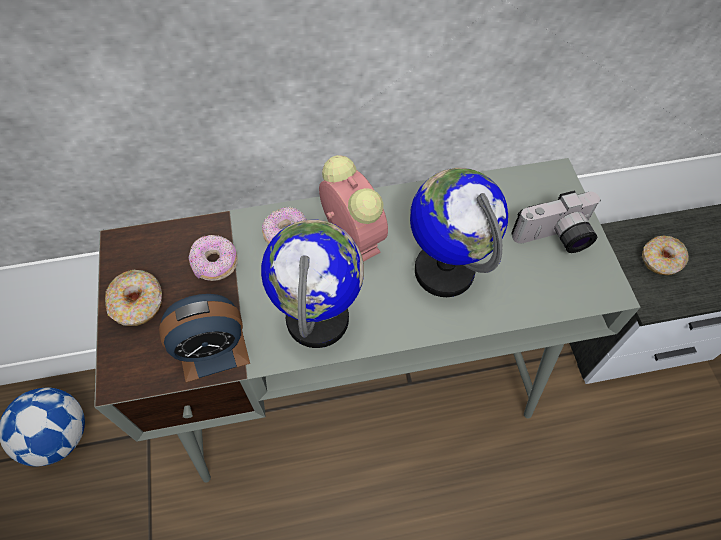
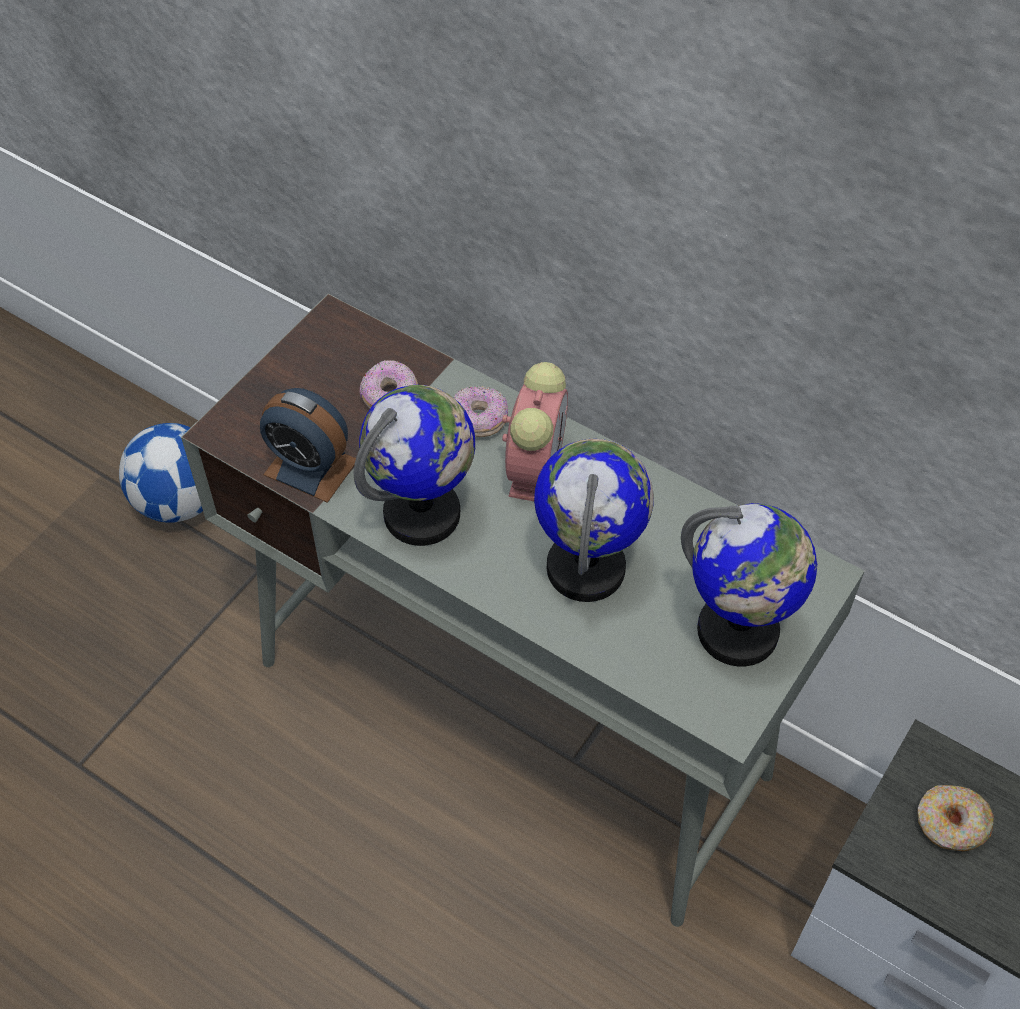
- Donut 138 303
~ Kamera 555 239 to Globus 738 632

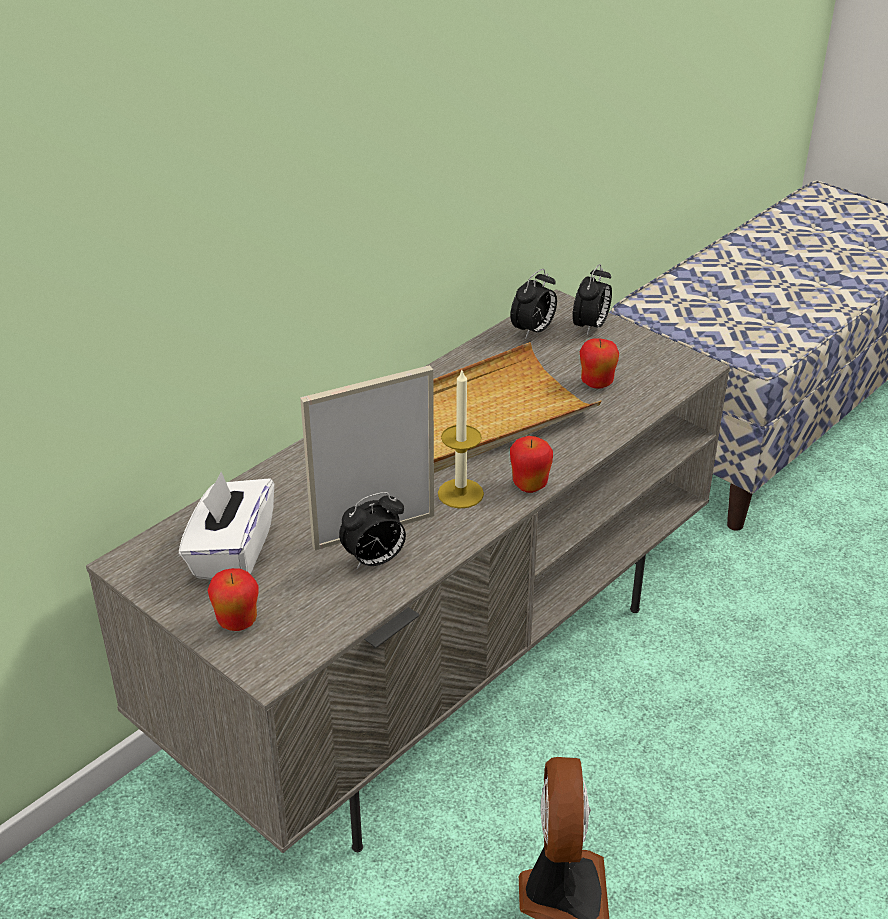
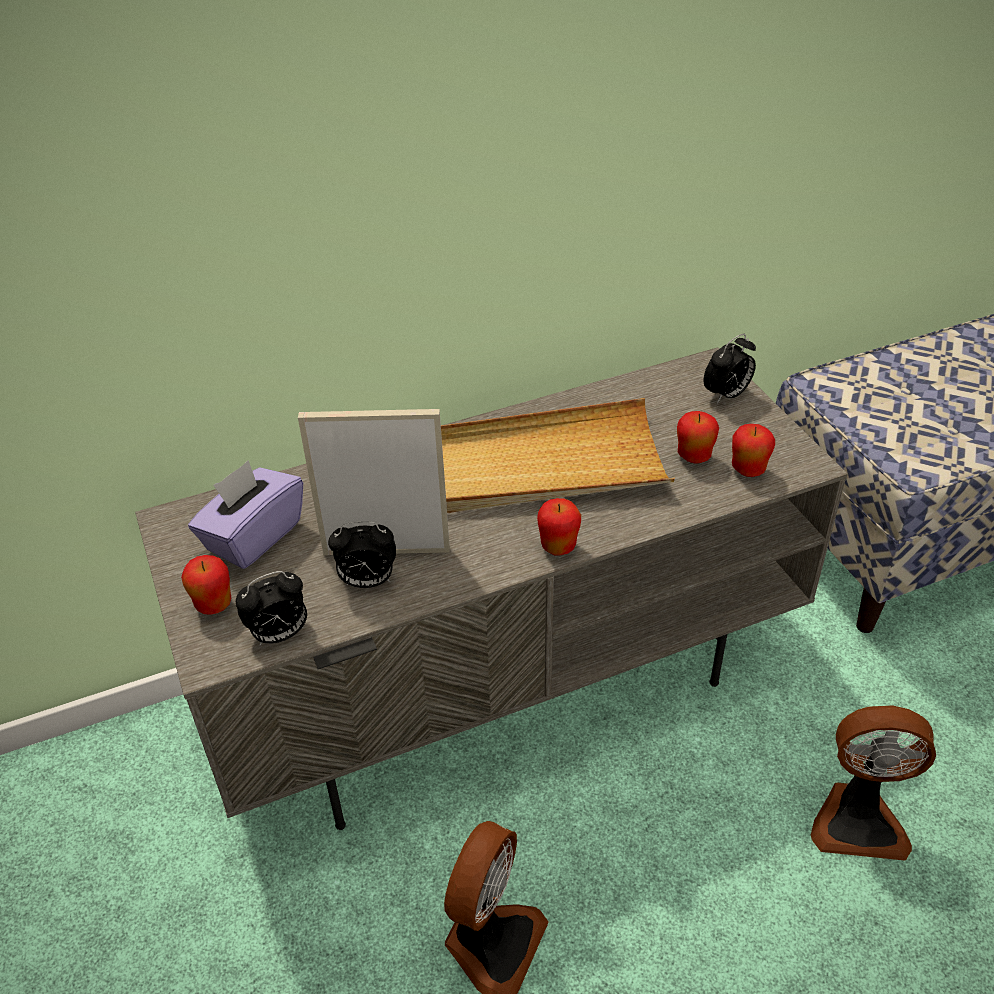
- Kerze 460 493
+ Apfel 748 470
+ Ventilator 858 820
~ Wecker 533 331 to 279 635
~ Taschentuchbox (weiß) 231 553 to Taschentuchbox (lila) 253 536

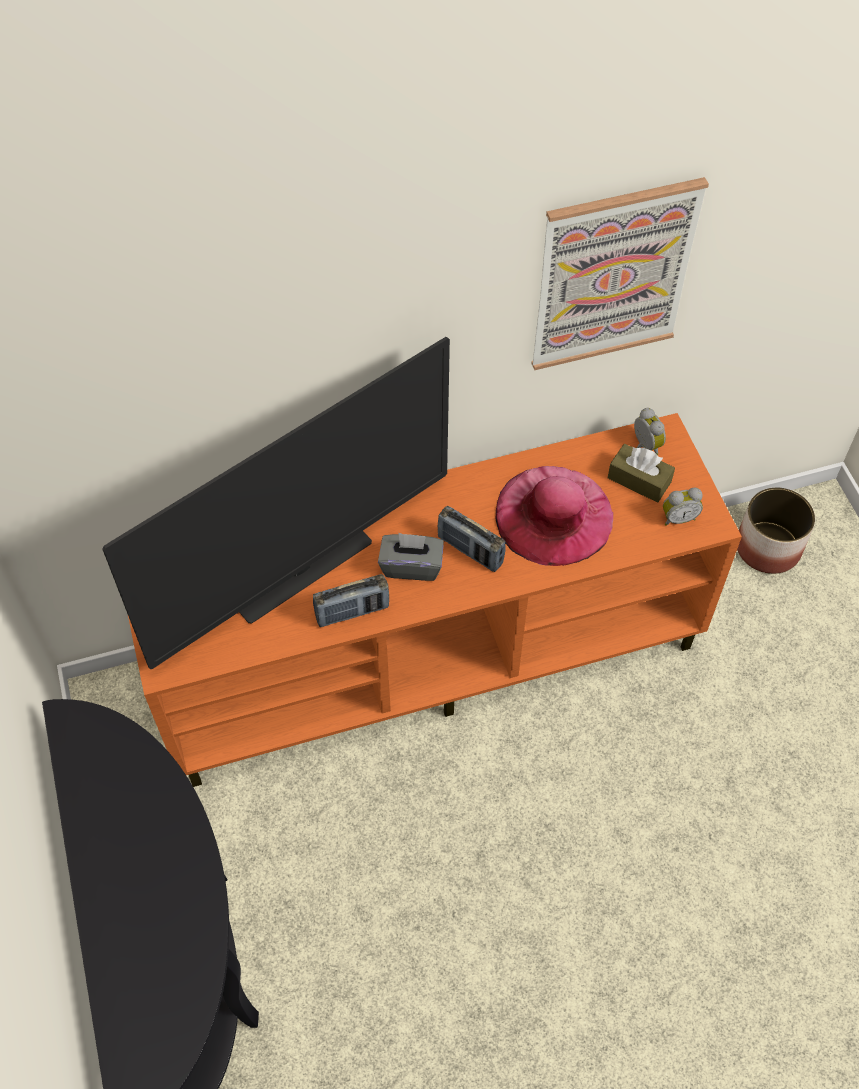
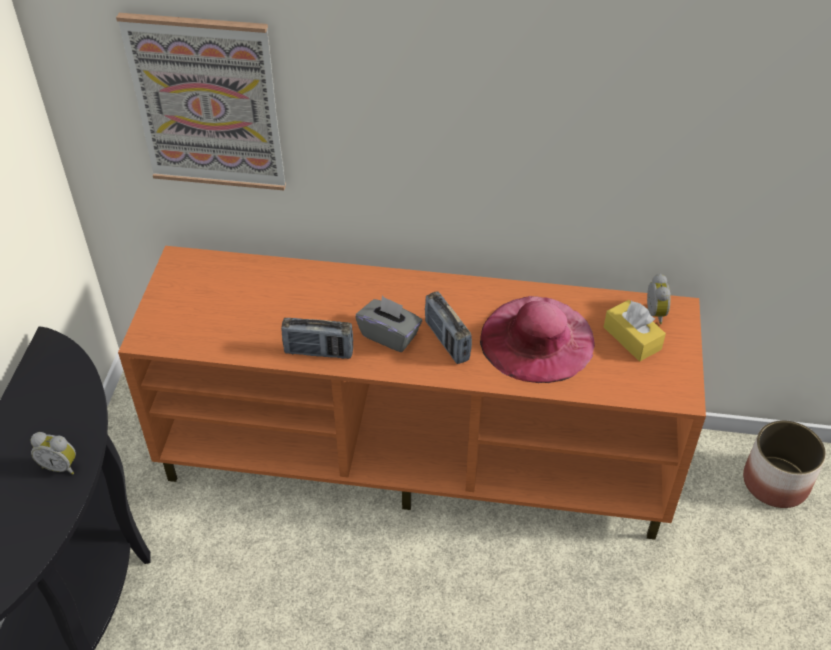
- Fernseher 303 573
~ Bild 613 275 to 207 104
~ Wecker 678 517 to 60 466
~ Taschentuchbox (braun) 639 480 to Taschentuchbox (gelb) 632 338

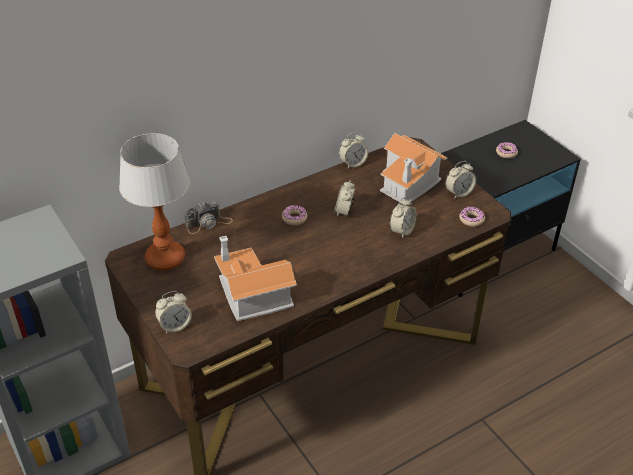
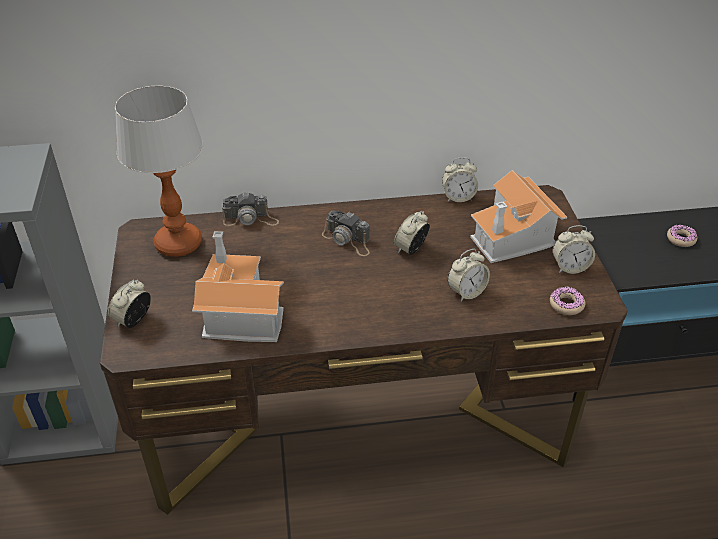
~ Donut 294 218 to Kamera 348 240
~ Wecker 175 325 = 133 320 120 degrees clockwise

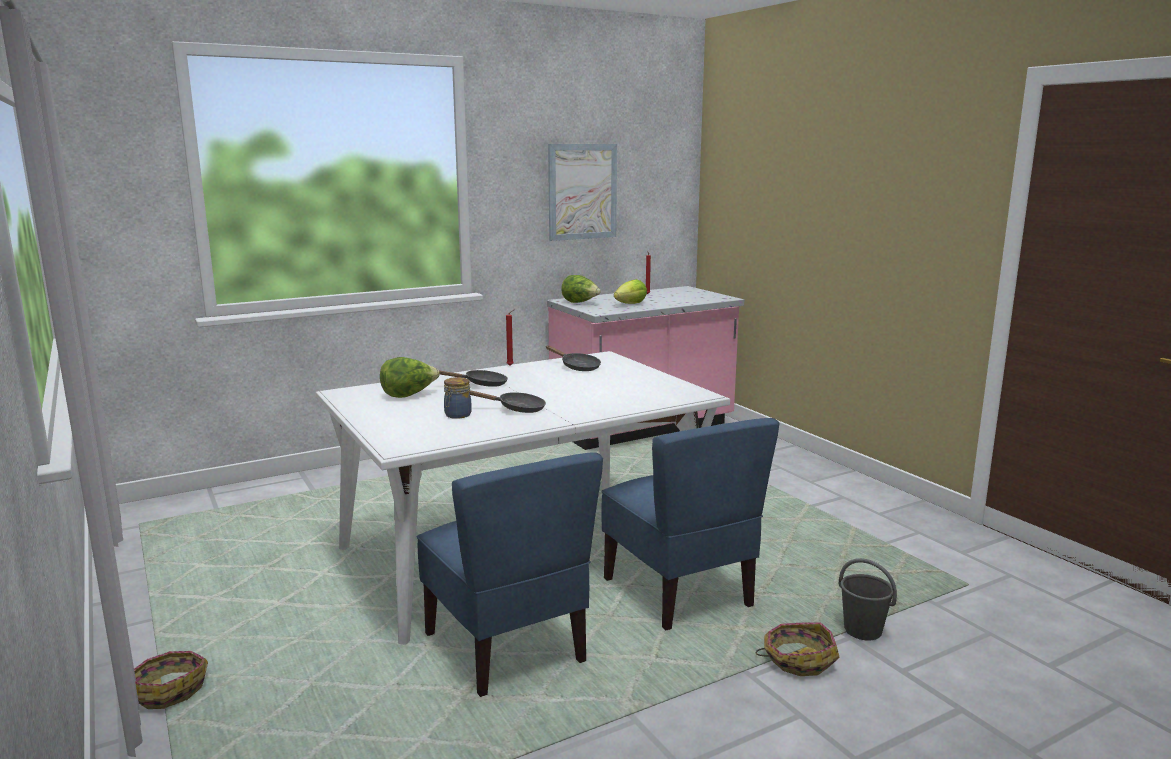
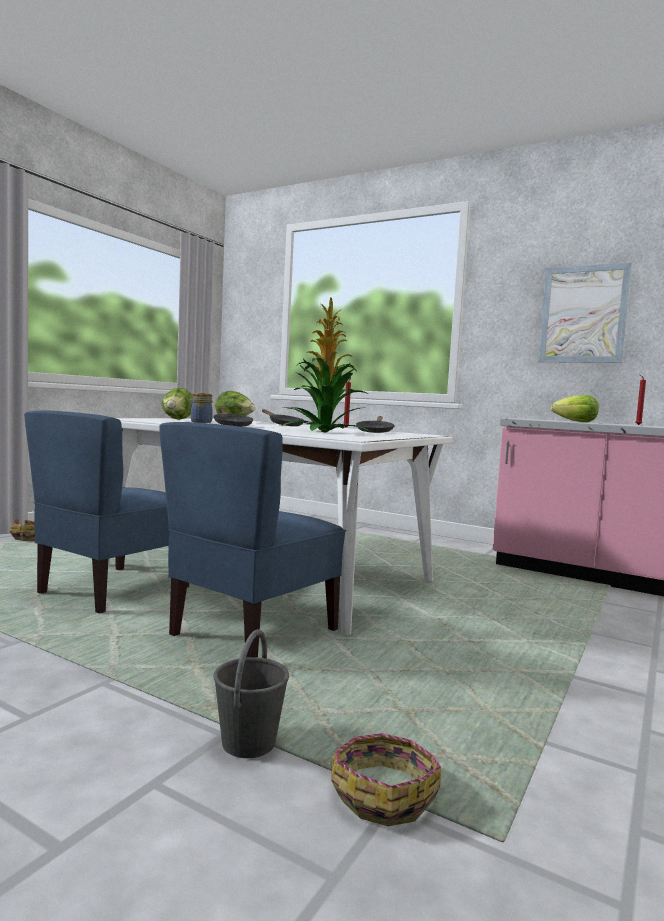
+ Topfpflanze 322 432
~ Salatkopf 580 303 to 177 419
~ Korb 798 659 to 383 793

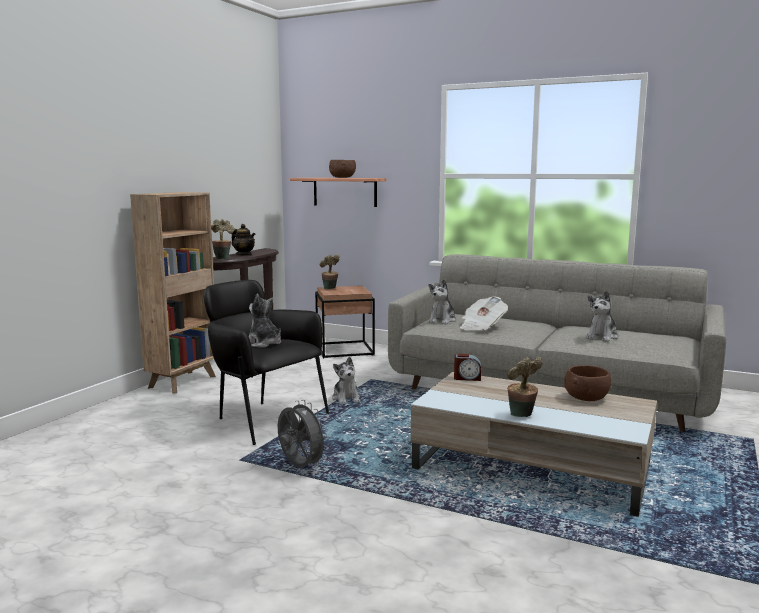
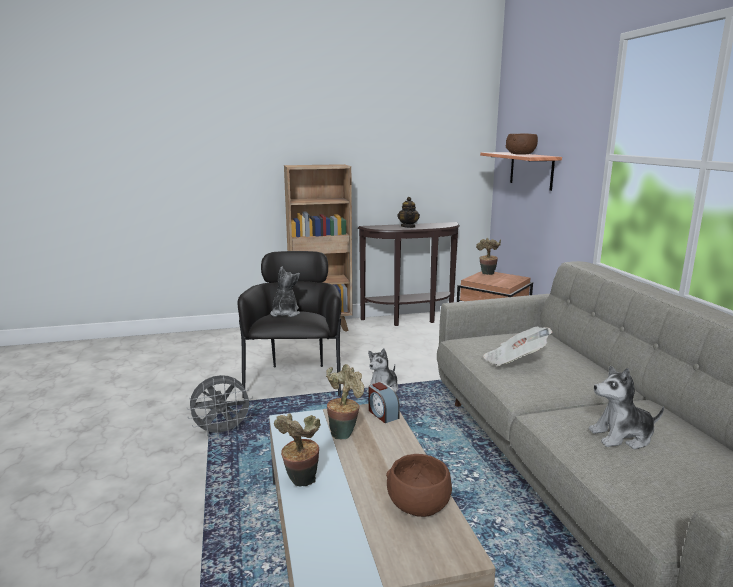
- Plüschtier 442 320
~ Topfpflanze 222 258 to 344 432
~ Ventilator (grau) 300 467 = 222 431 60 degrees clockwise

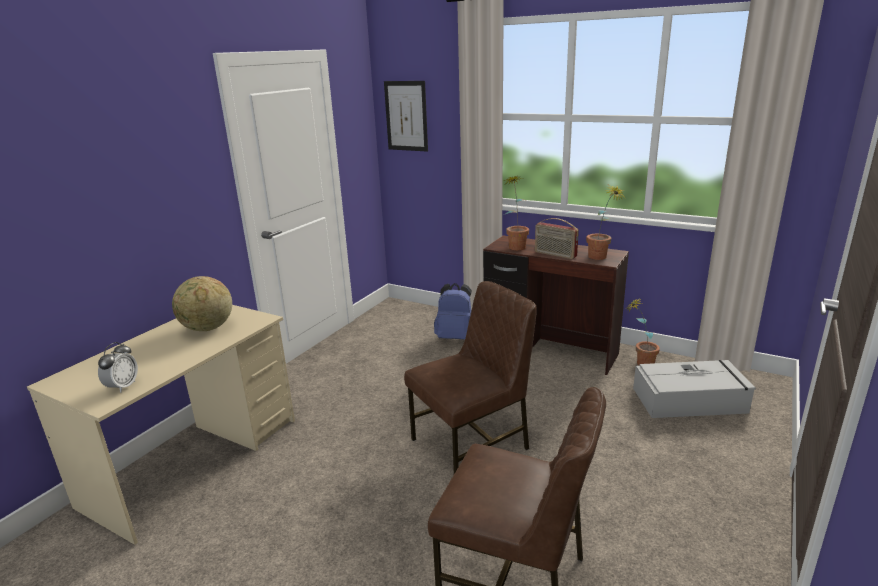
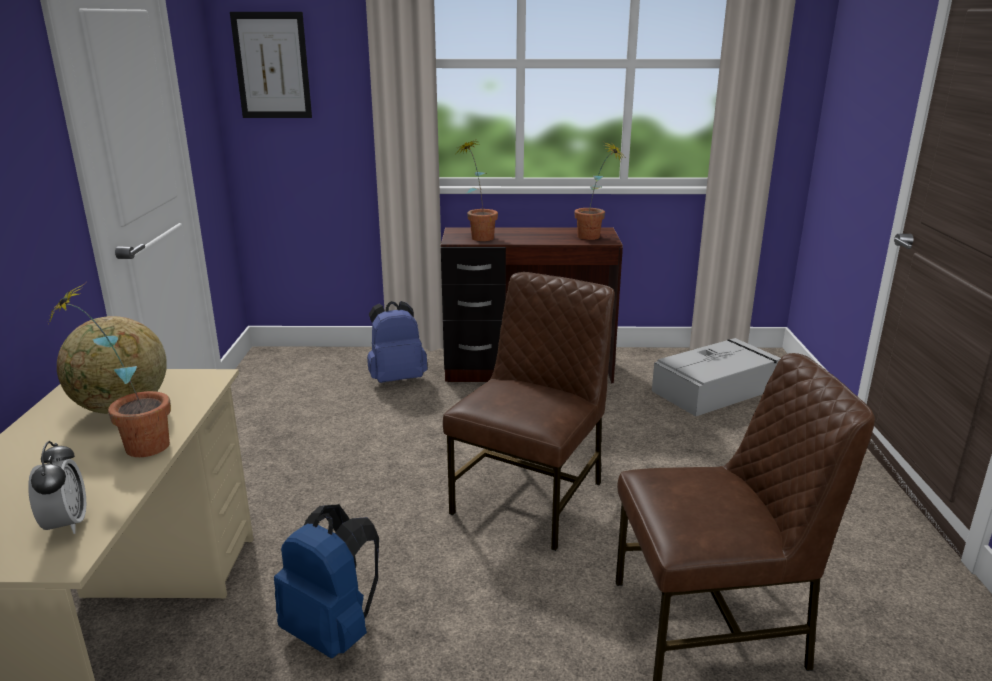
- Radio 555 254
+ Rucksack (blau) 333 631
~ Topfpflanze 639 363 to 133 449

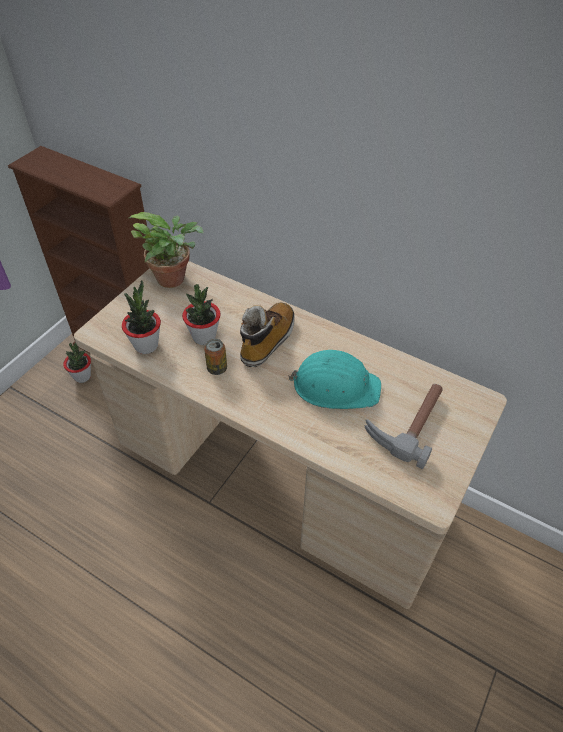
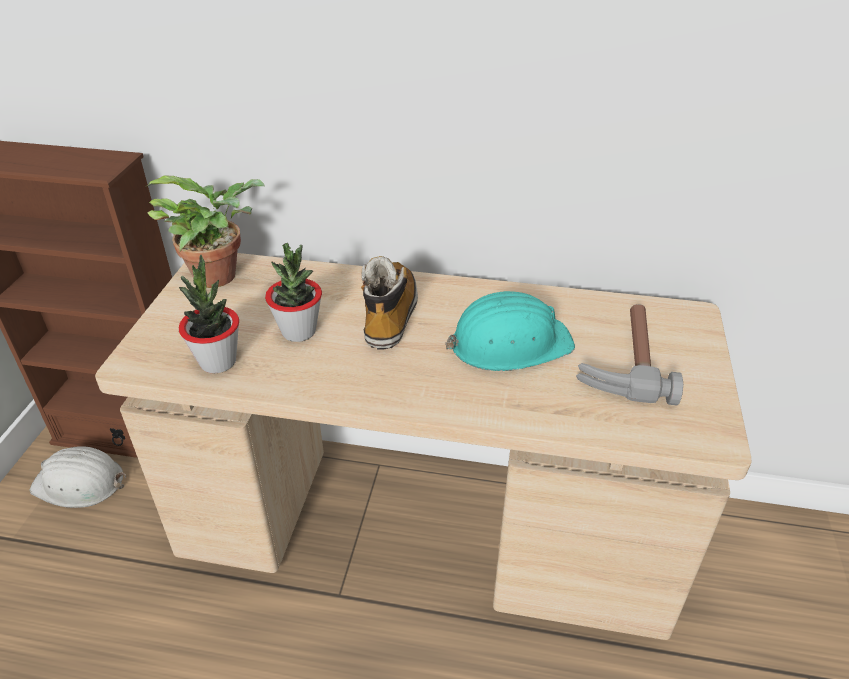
- Dose 217 368
~ Topfpflanze 82 376 to Schutzhelm (weiß) 80 483

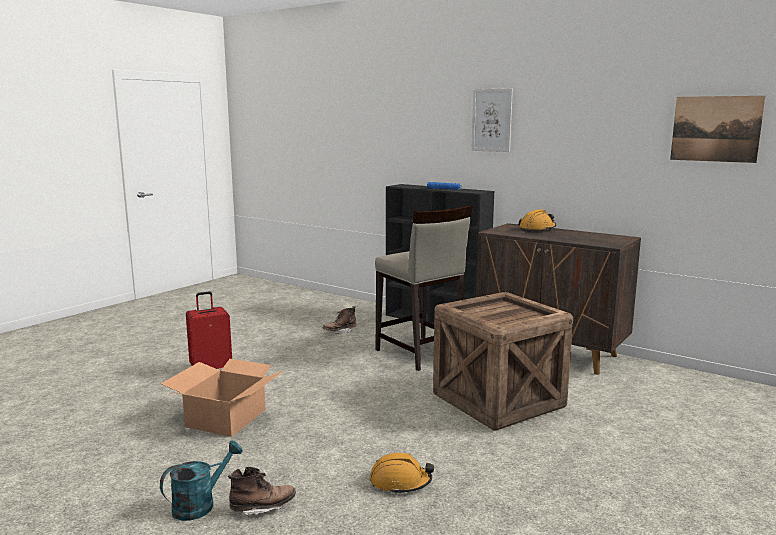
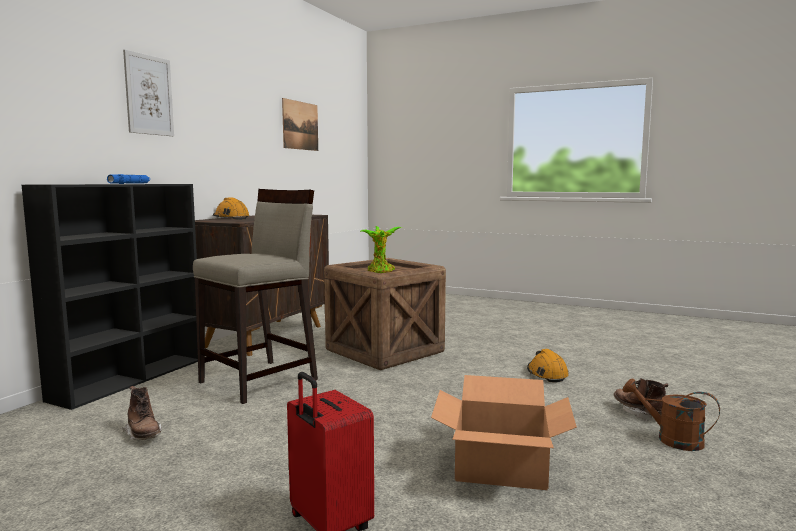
+ Topfpflanze 381 272
~ Gießkanne (türkis) 200 504 to Gießkanne (braun) 671 439

